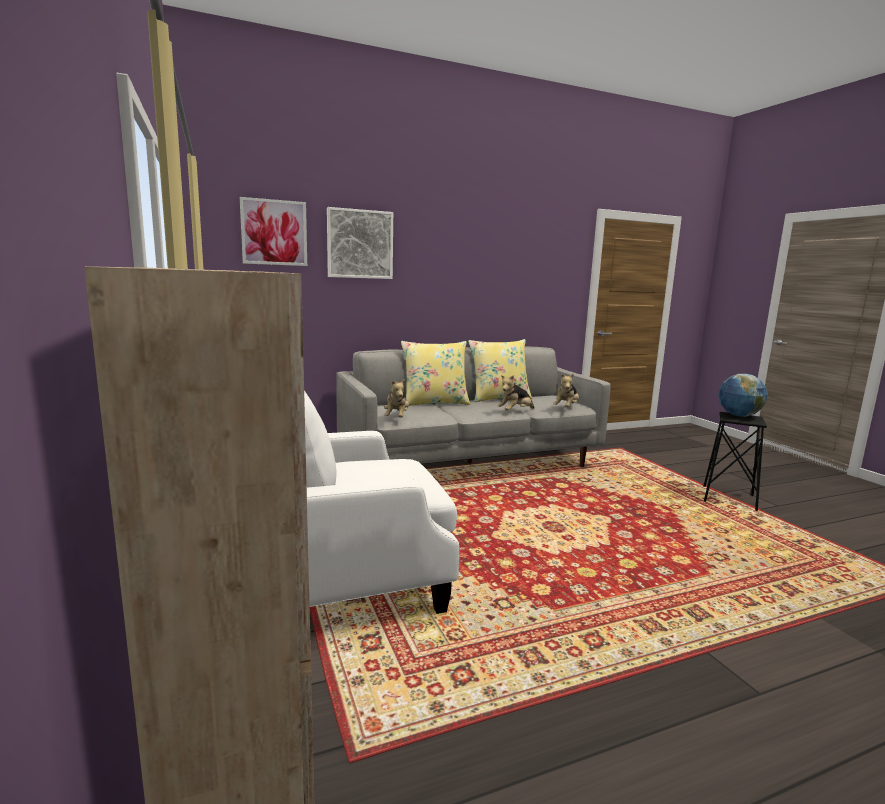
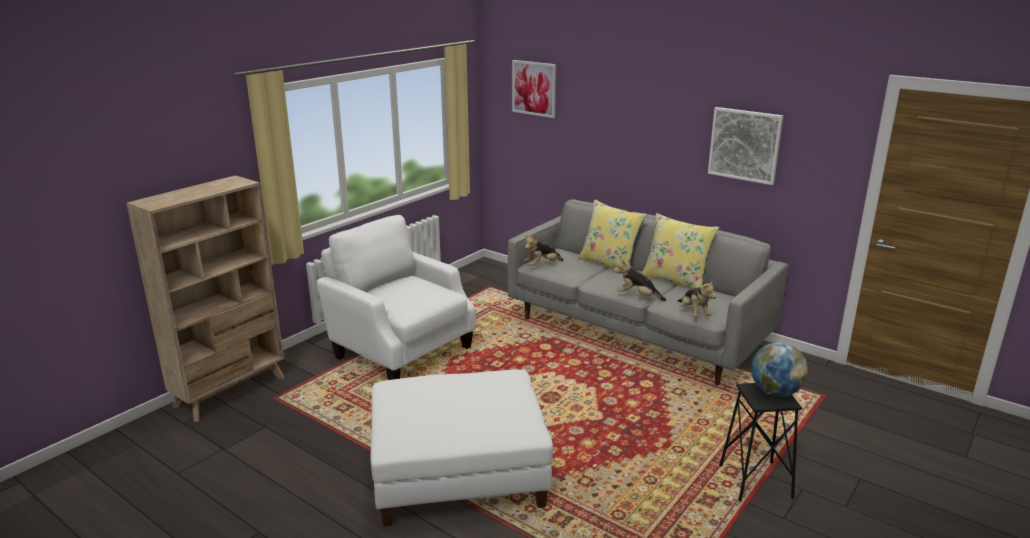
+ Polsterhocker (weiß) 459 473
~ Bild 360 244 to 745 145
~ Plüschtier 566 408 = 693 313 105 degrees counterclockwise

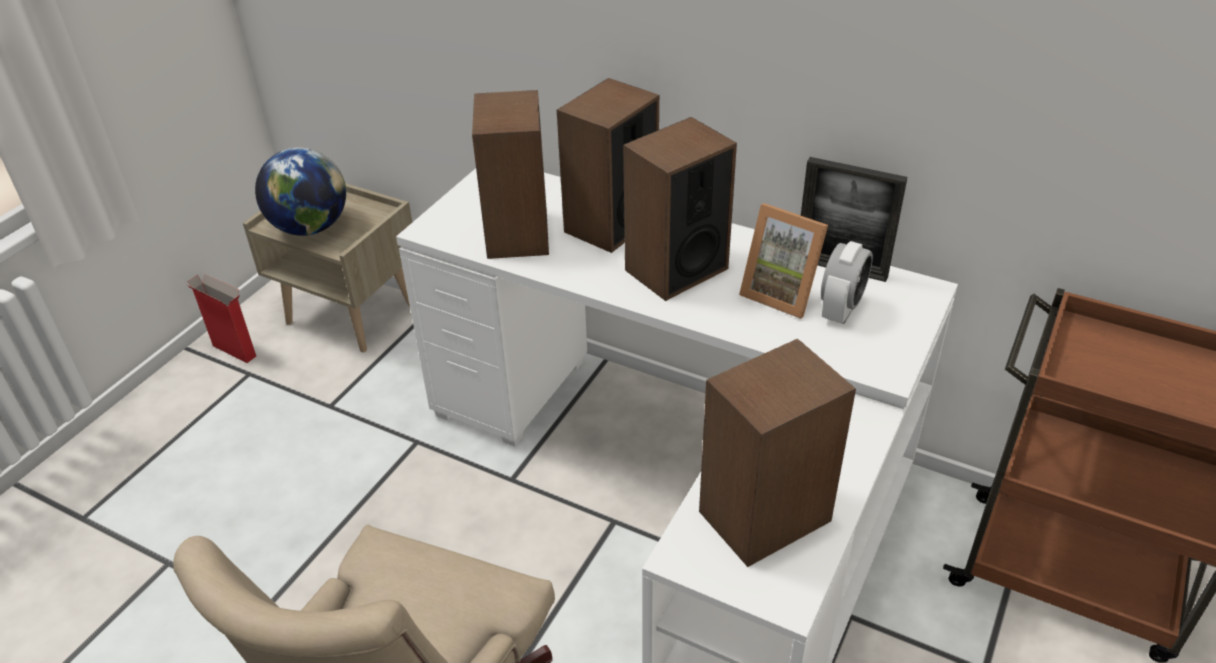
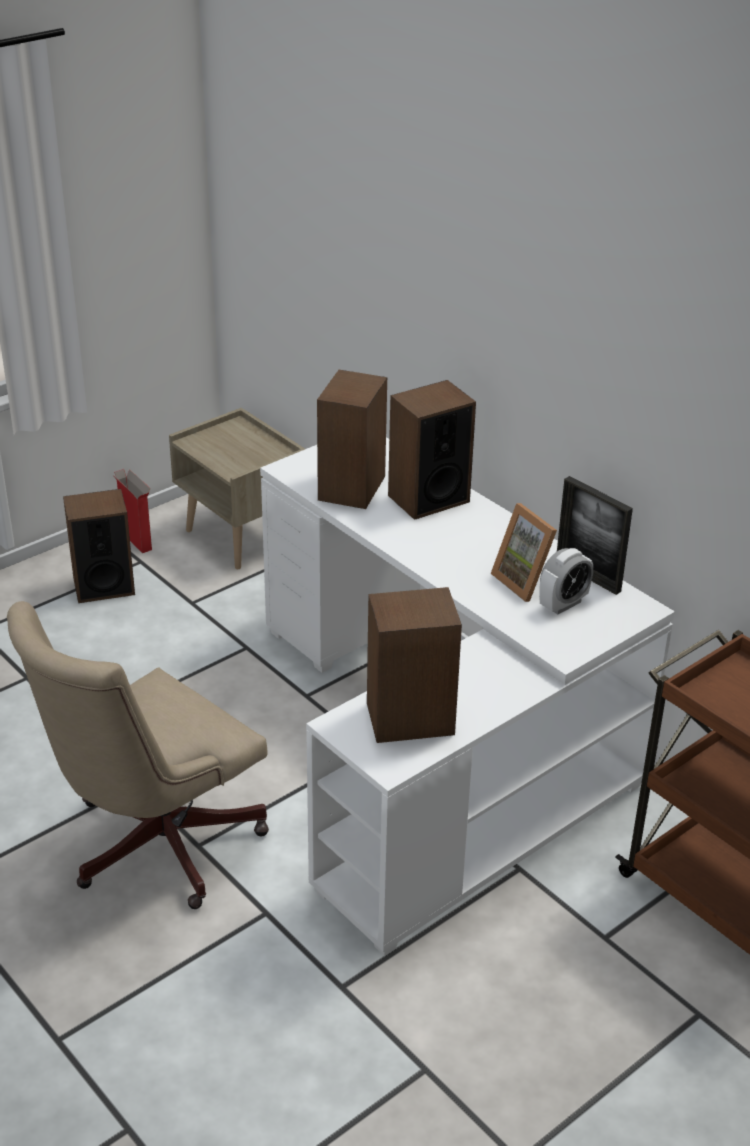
- Globus 310 227
~ Lautsprecher 675 269 to 103 586

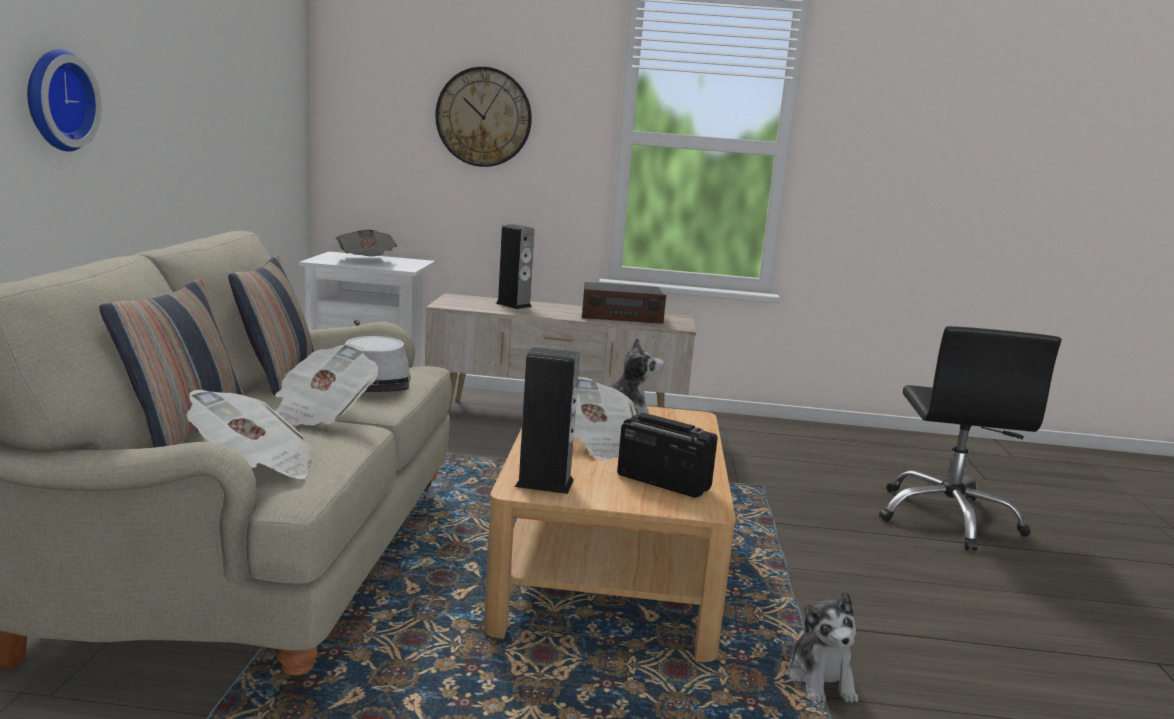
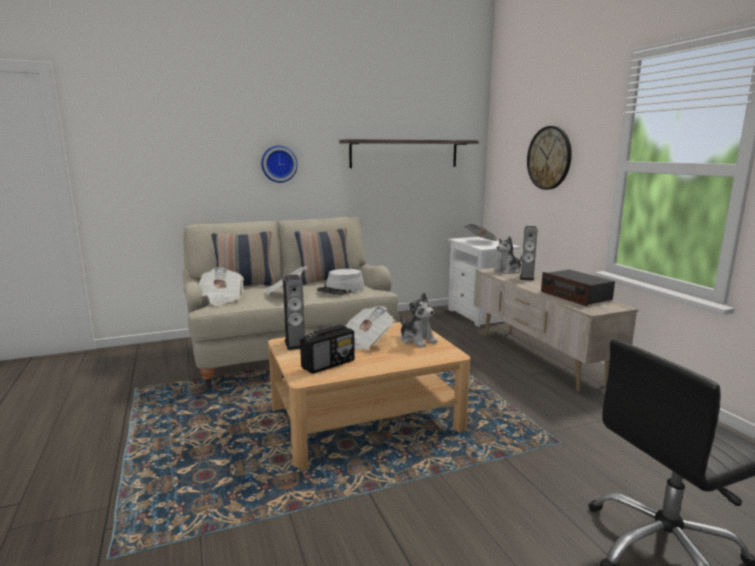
+ Wandregal 404 153
~ Plüschtier 821 680 to 508 271
~ Radio 662 482 = 329 364 45 degrees clockwise

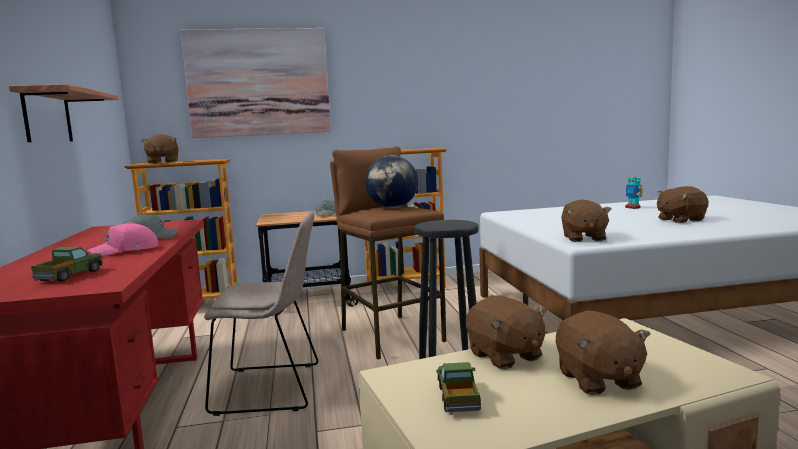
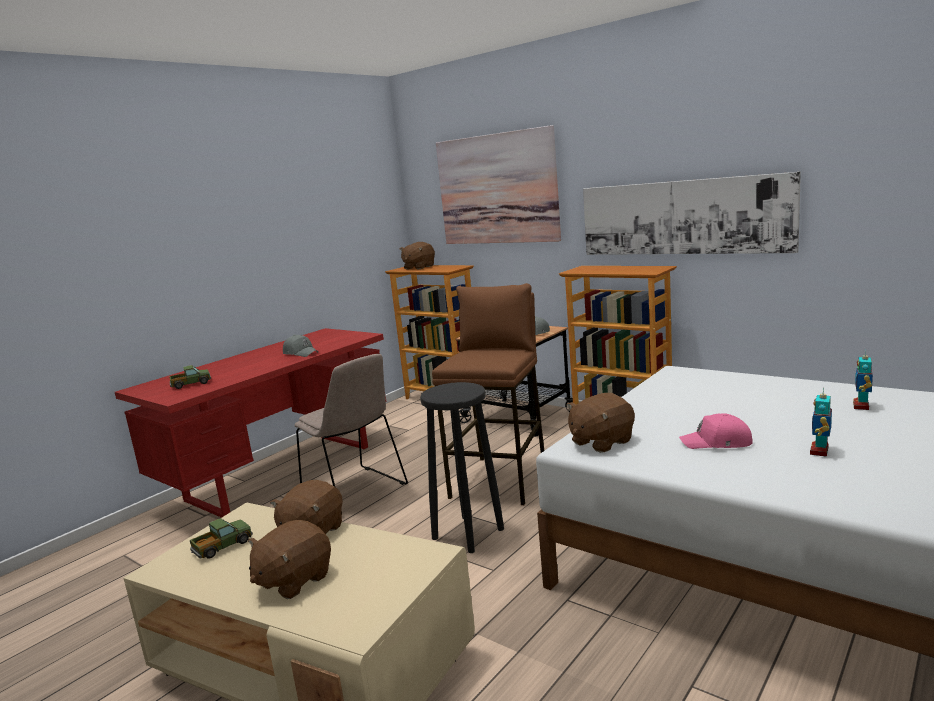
- Wandregal 47 117
- Globus 393 208
+ Bild 682 217
~ Kappe (rosa) 126 251 to 717 443
~ Plüschtier (braun) 680 220 to Spielzeugroboter 820 451

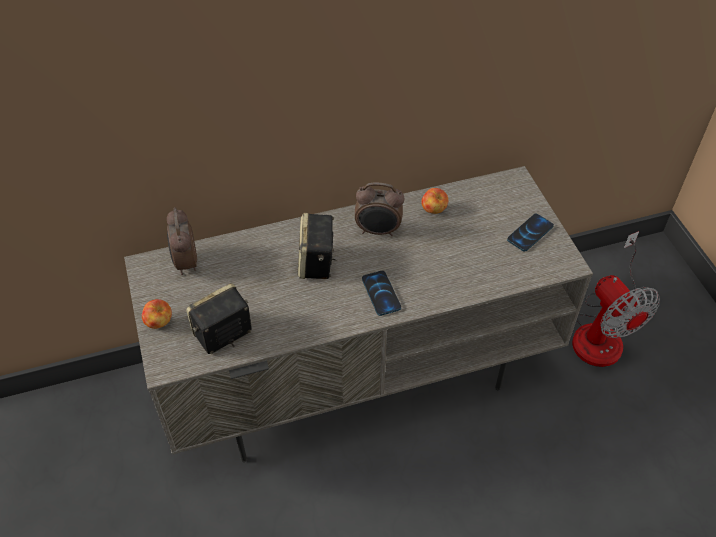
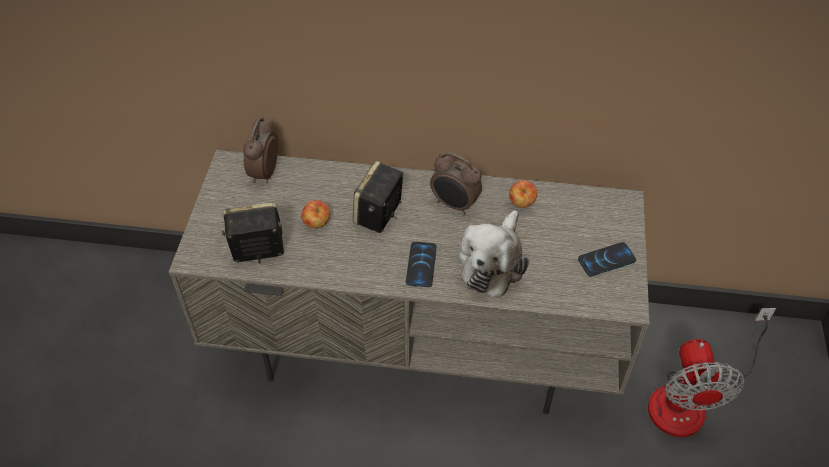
+ Plüschtier 493 263
~ Apfel 159 322 to 316 223

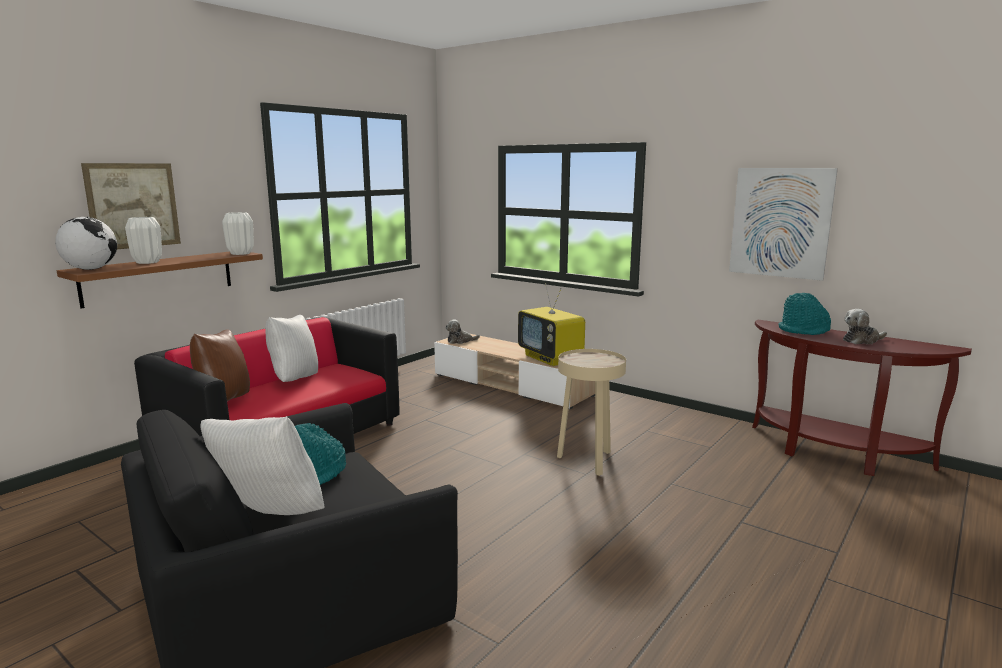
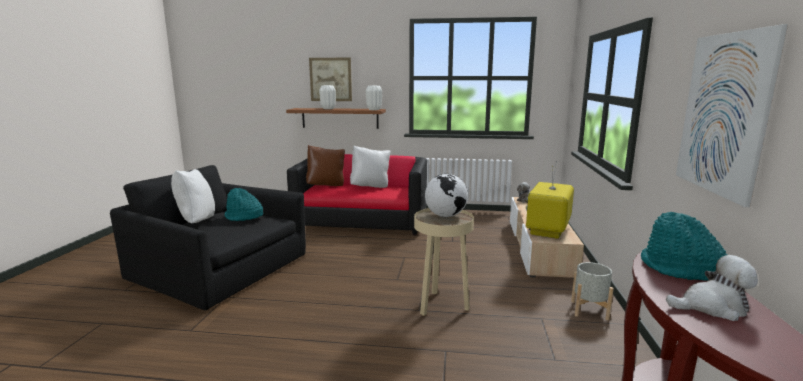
+ Pflanzkübel (grau) 589 310
~ Globus 90 269 to 445 216
~ Plüschtier 862 340 = 712 307 135 degrees clockwise

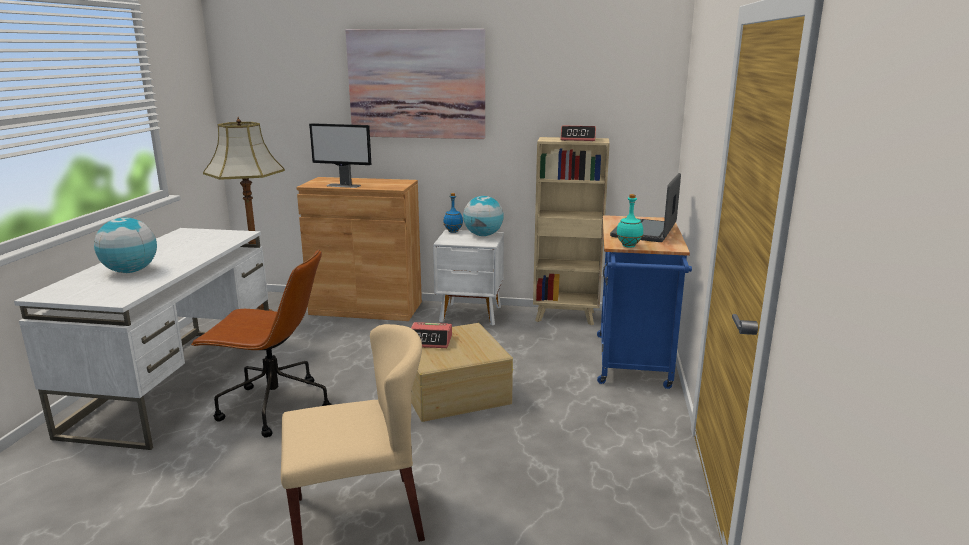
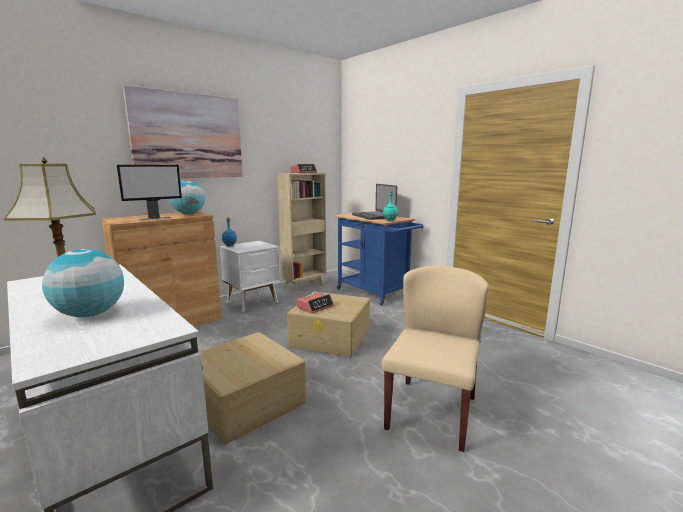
~ Globus 483 235 to 189 214
~ Bürostuhl (braun) 273 407 to Aufbewahrungsbox (beige) 246 401

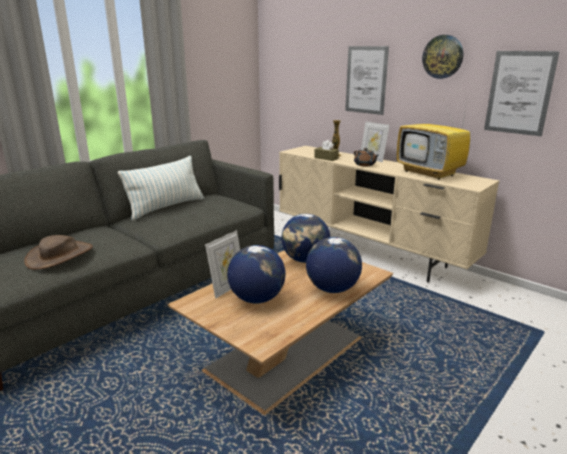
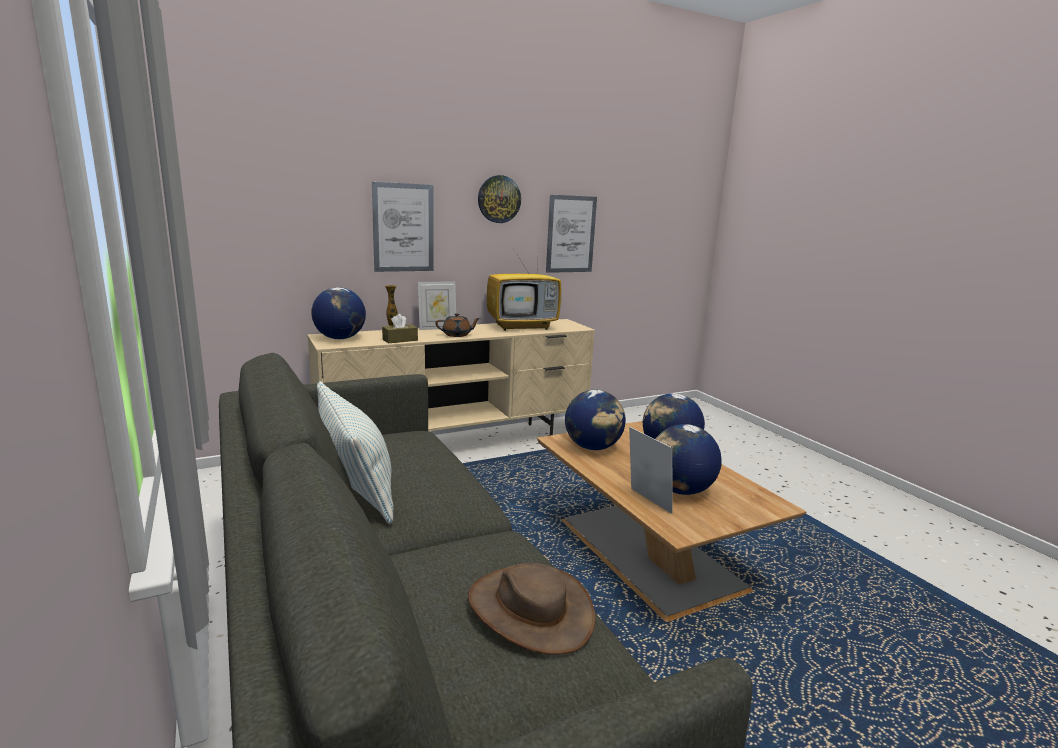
+ Globus 340 338

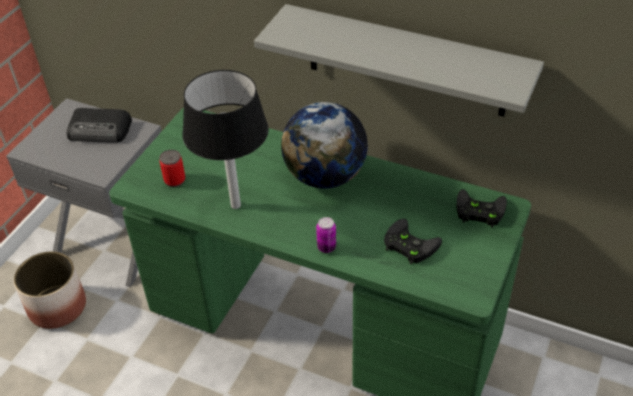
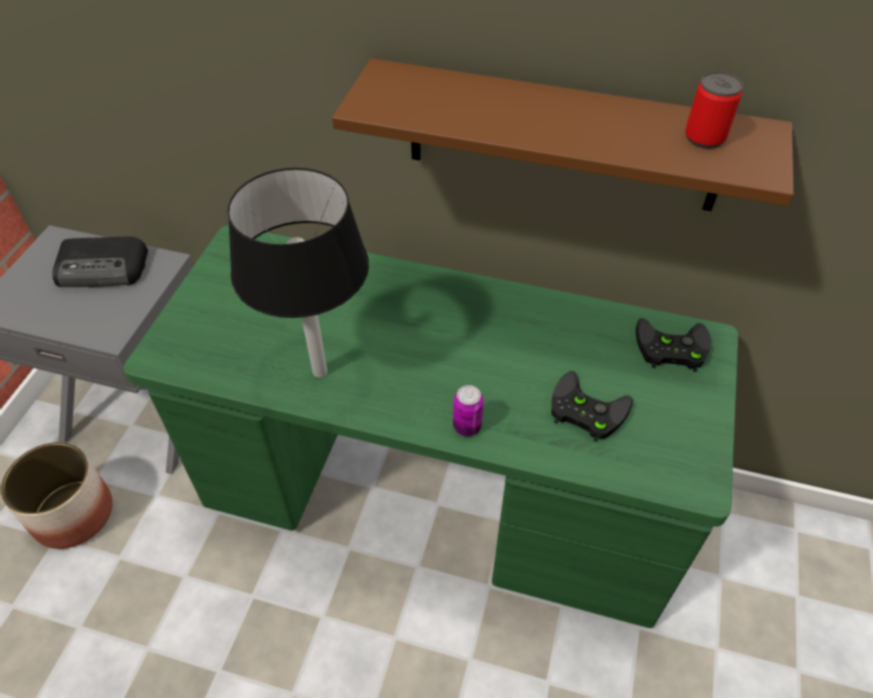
- Globus 325 176
~ Dose 175 180 to 704 138
~ Wandregal (grau) 406 61 to Wandregal (braun) 563 137

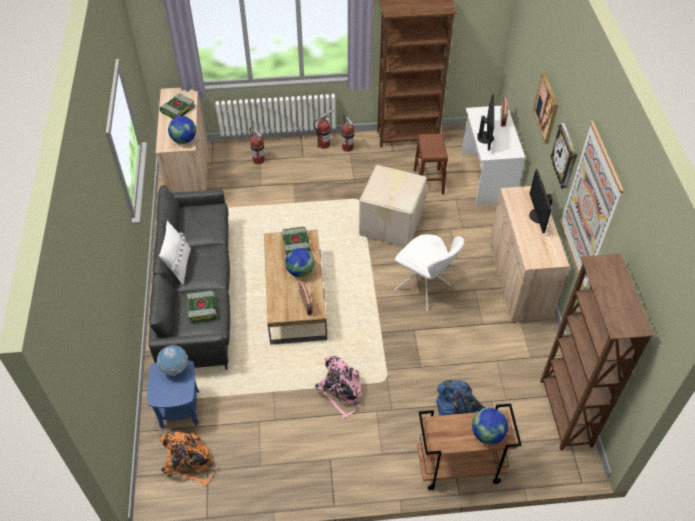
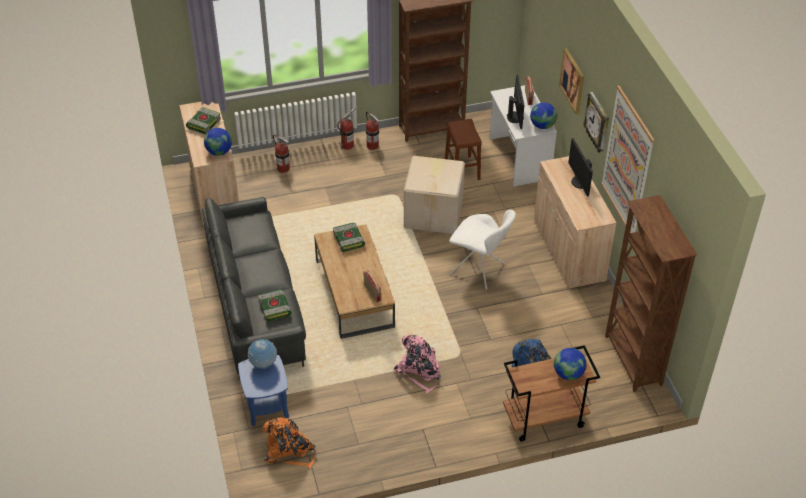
- Kissen (weiß) 179 266
~ Globus 300 271 to 542 126

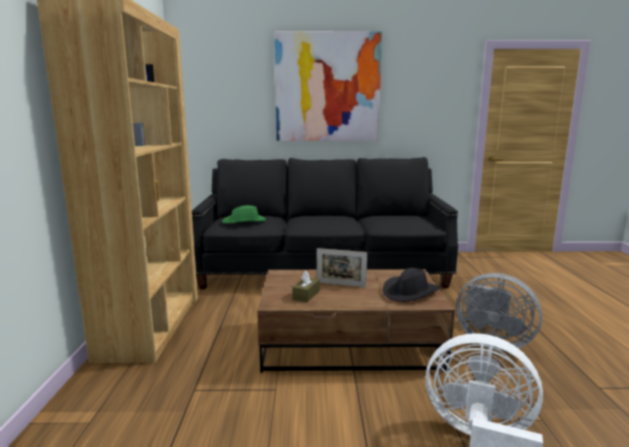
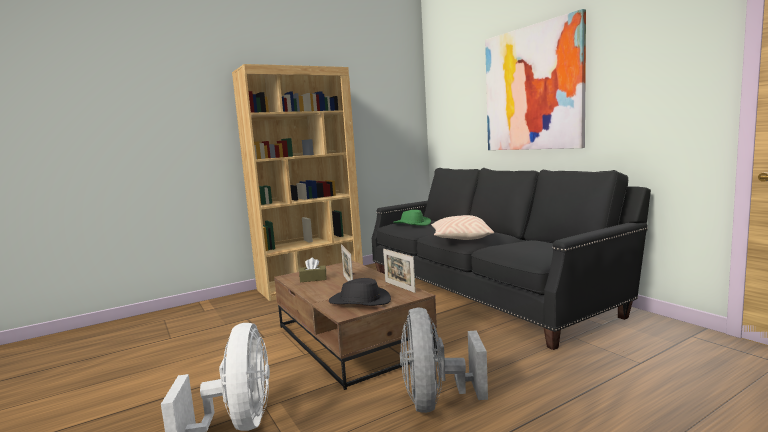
+ Bilderrahmen 399 287
+ Kissen (beige) 460 238

